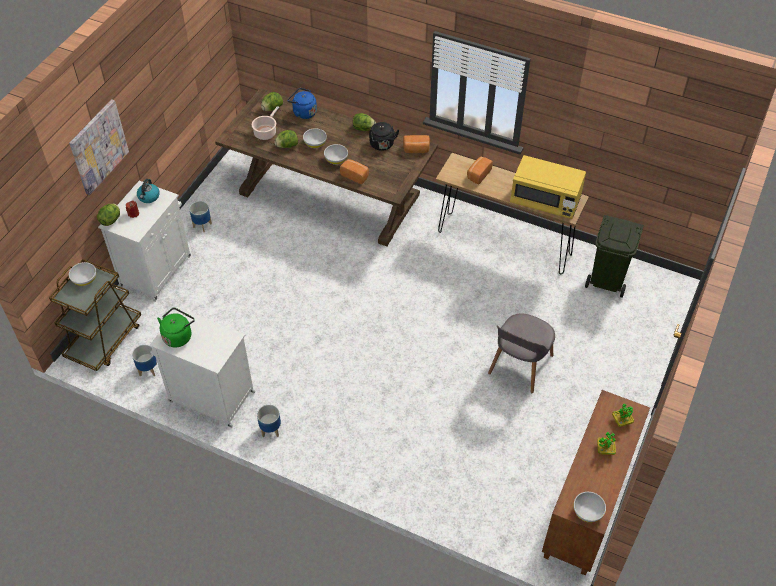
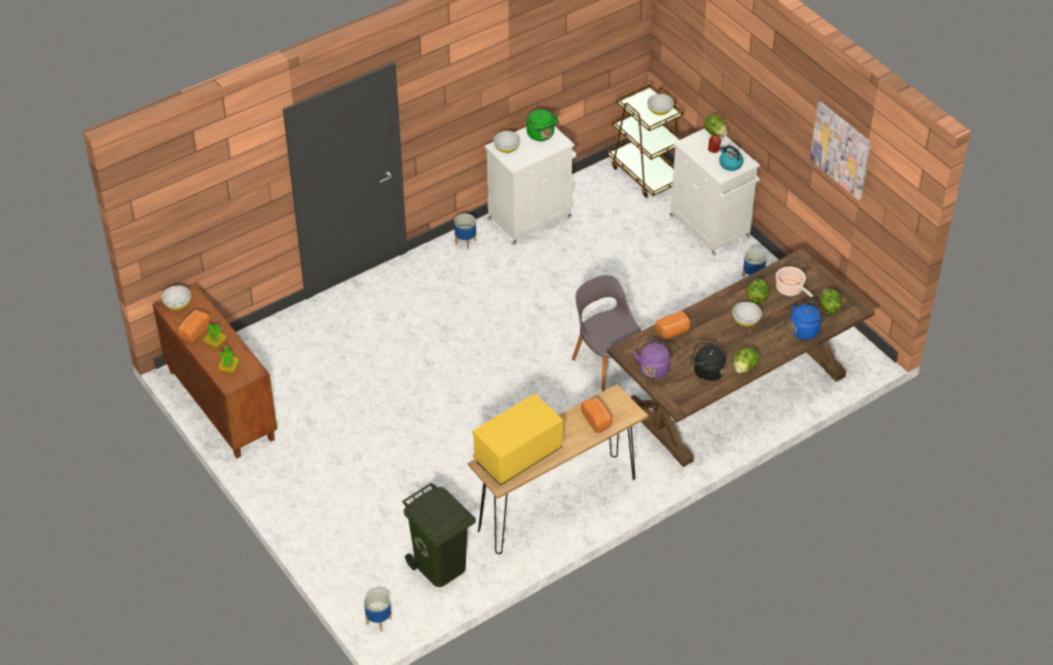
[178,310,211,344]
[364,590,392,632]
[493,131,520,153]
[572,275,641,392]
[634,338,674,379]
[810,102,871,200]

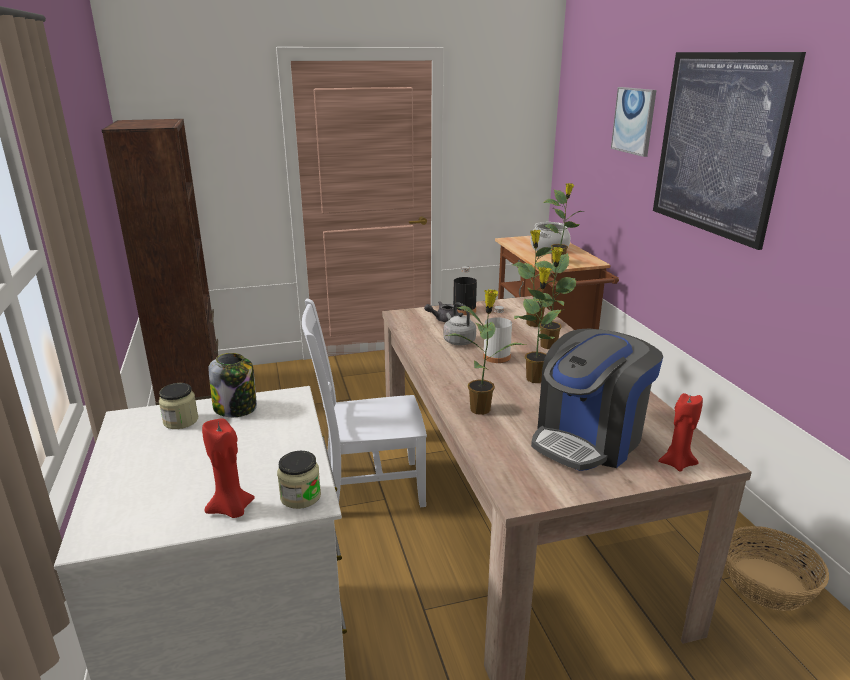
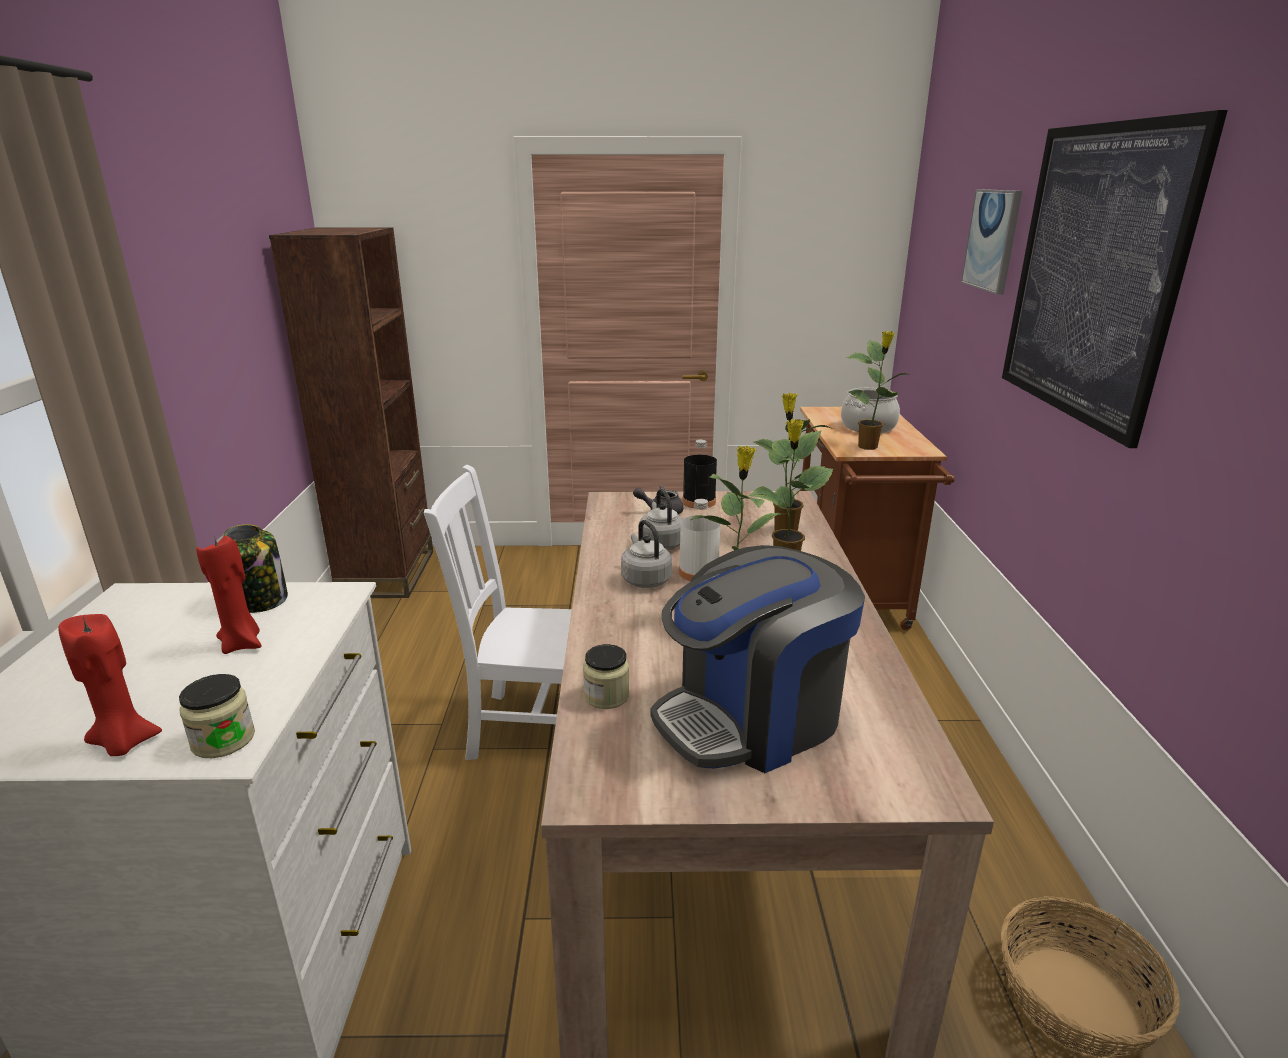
[196,536,262,654]
[583,644,629,709]
[621,520,672,588]
[445,289,525,415] (first image)

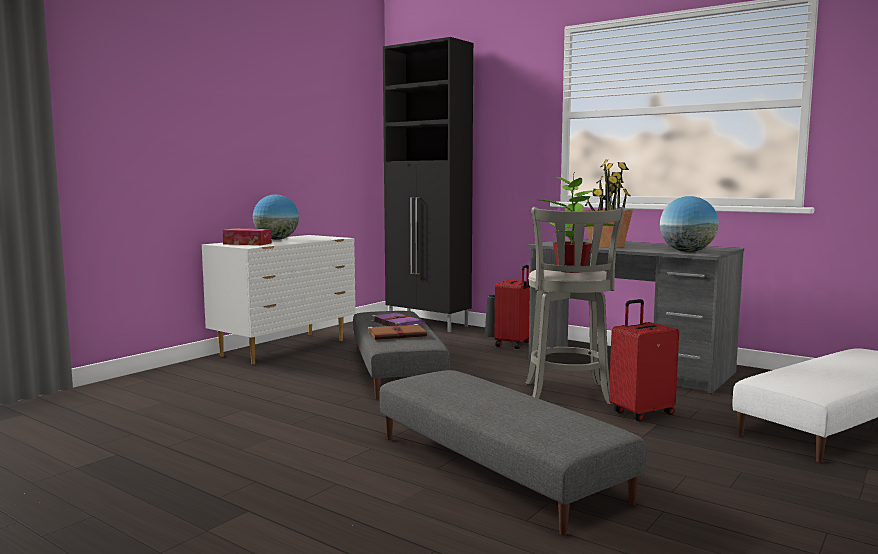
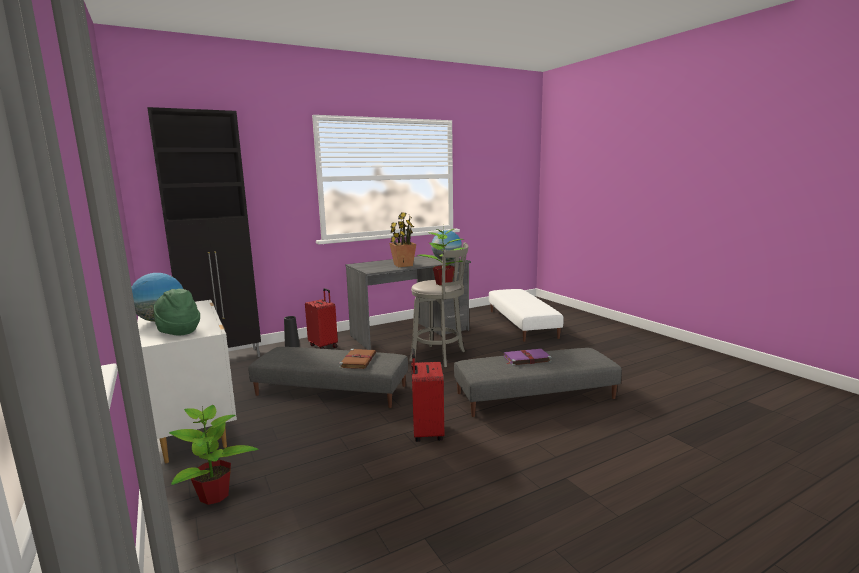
[154,289,200,335]
[169,405,259,505]
[411,348,444,442]
[503,349,552,366]

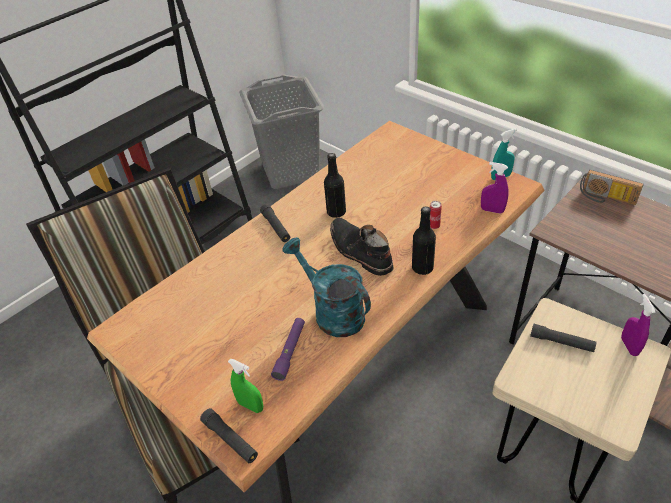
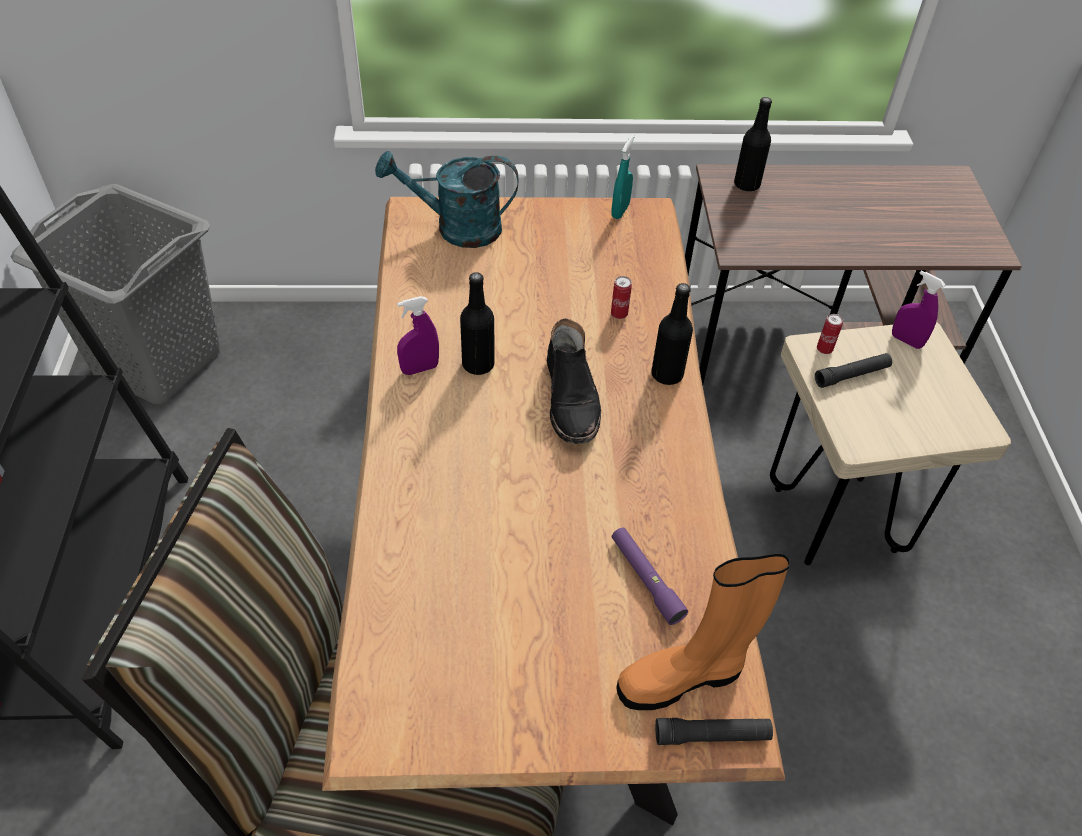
[375,151,518,248]
[397,296,439,375]
[547,319,601,444]
[616,553,790,710]
[734,97,772,191]
[817,314,843,354]
[260,204,290,242] (first image)

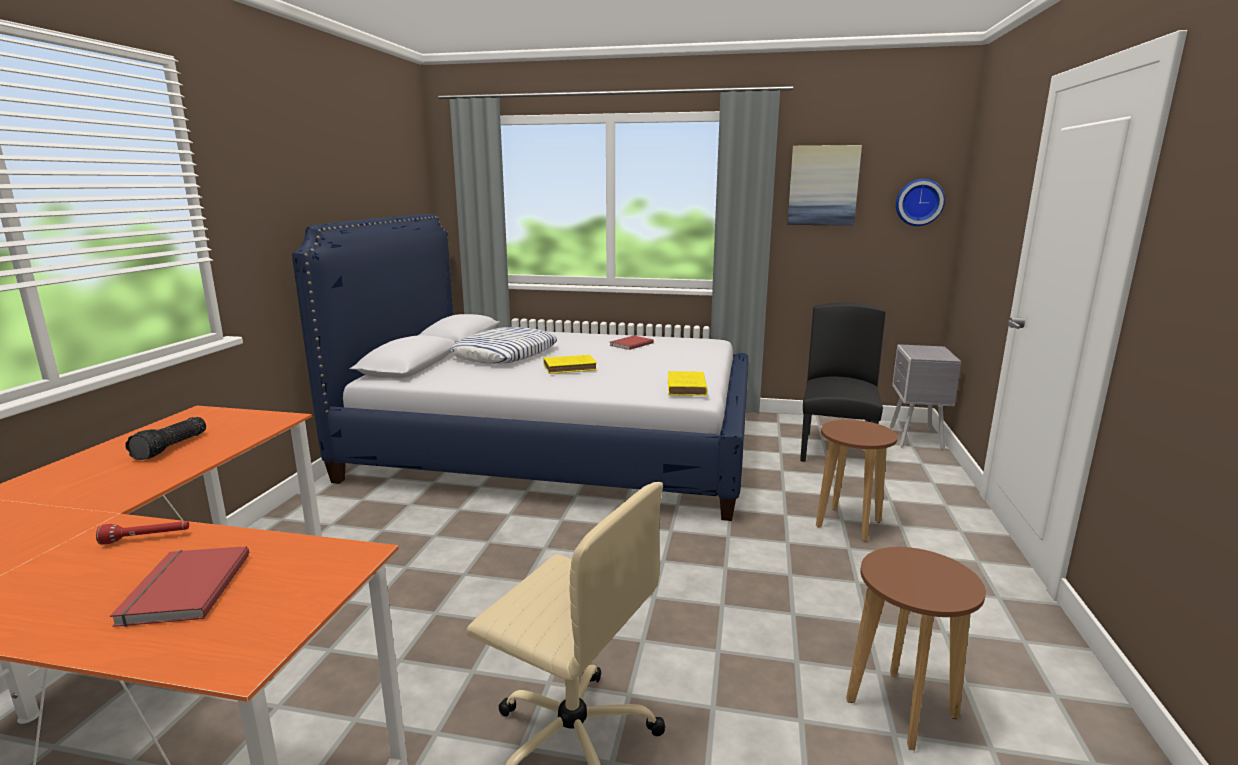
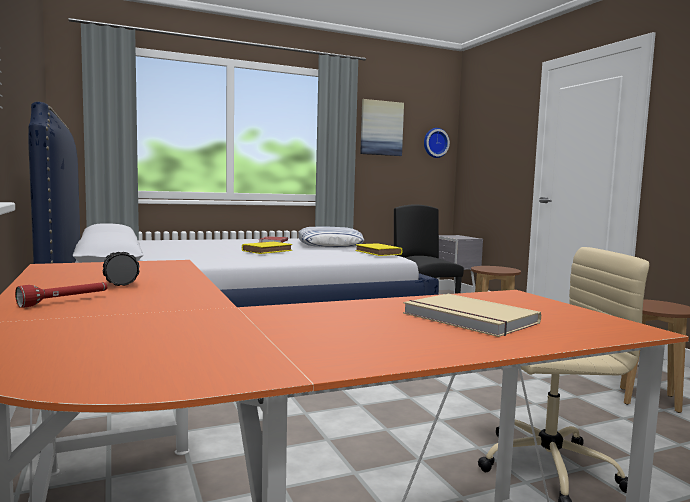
[15,282,107,308]
[299,227,364,247]
[403,294,541,337]

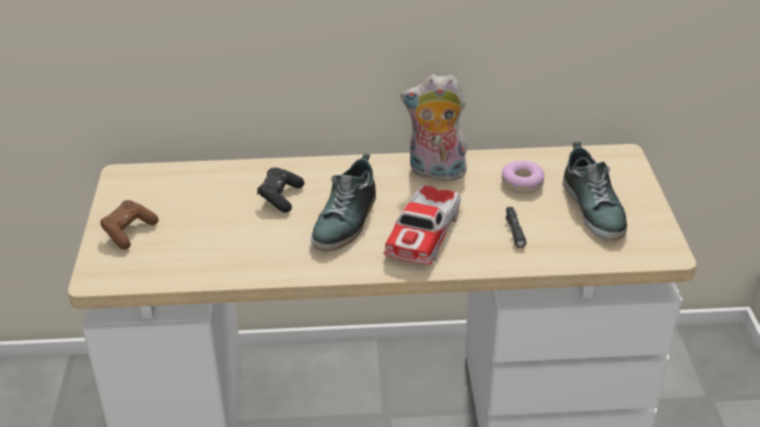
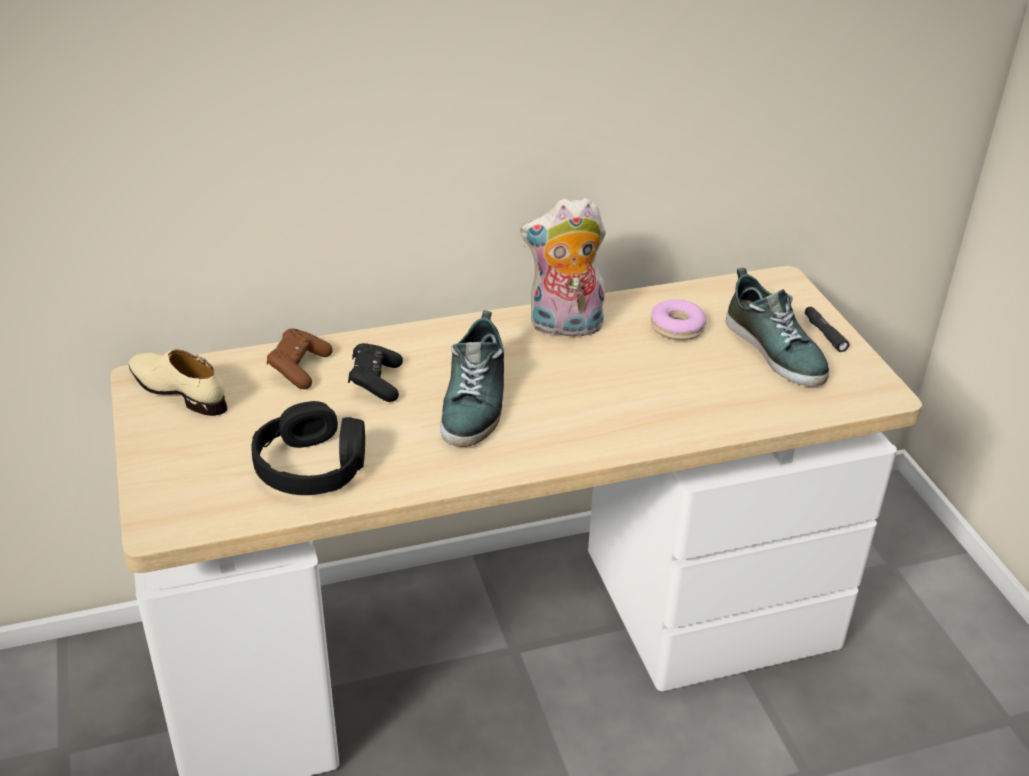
[129,349,227,416]
[251,401,365,495]
[267,328,333,389]
[805,307,850,352]
[383,185,461,265] (first image)

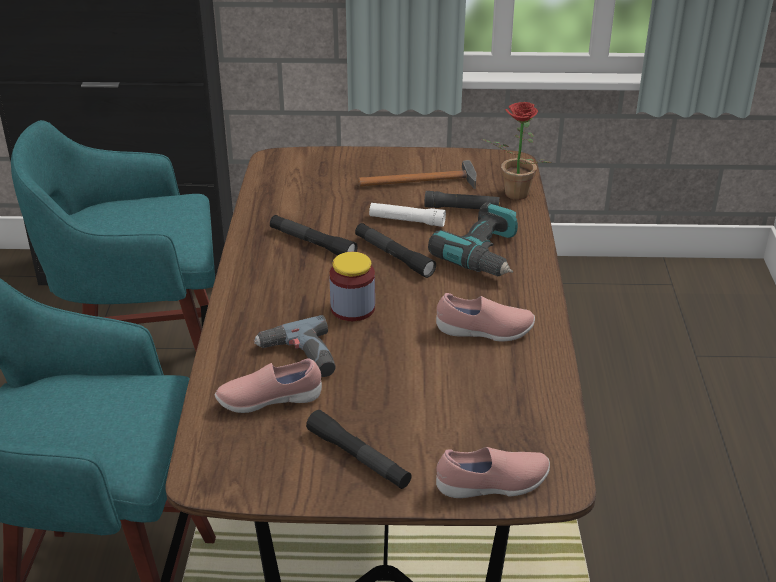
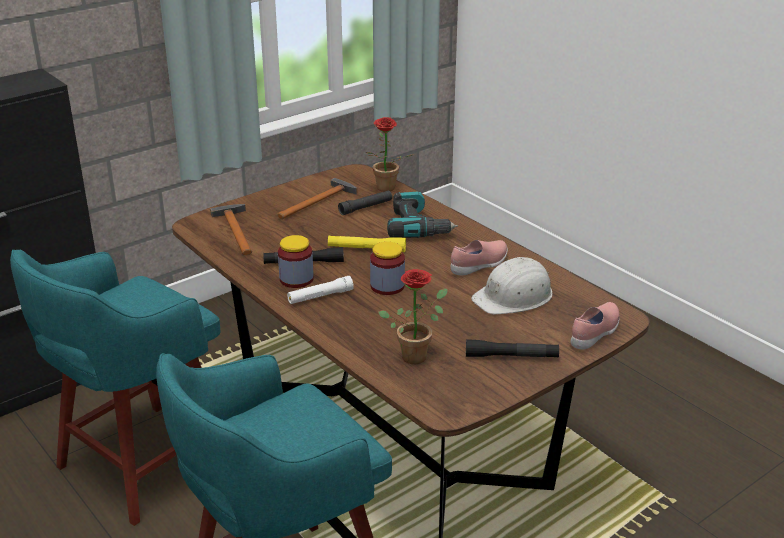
[210,204,252,255]
[278,235,314,288]
[287,276,354,304]
[328,236,406,252]
[378,269,448,364]
[471,257,552,315]
[254,315,336,377] (first image)

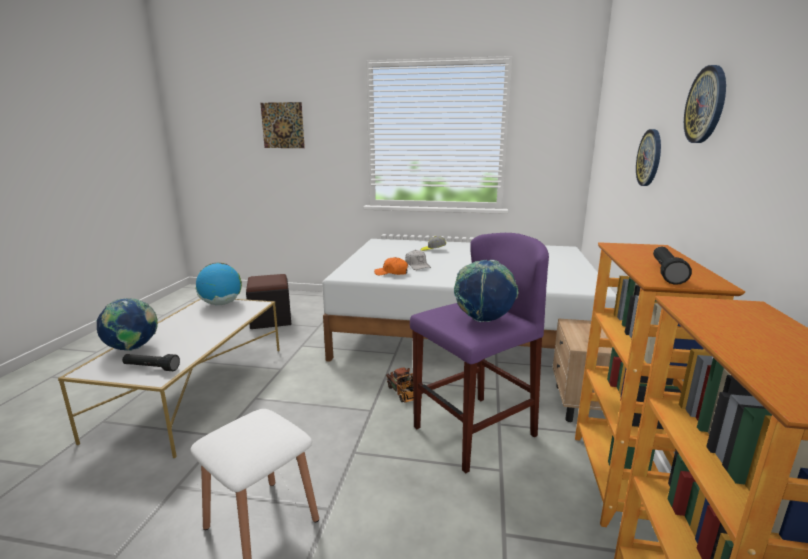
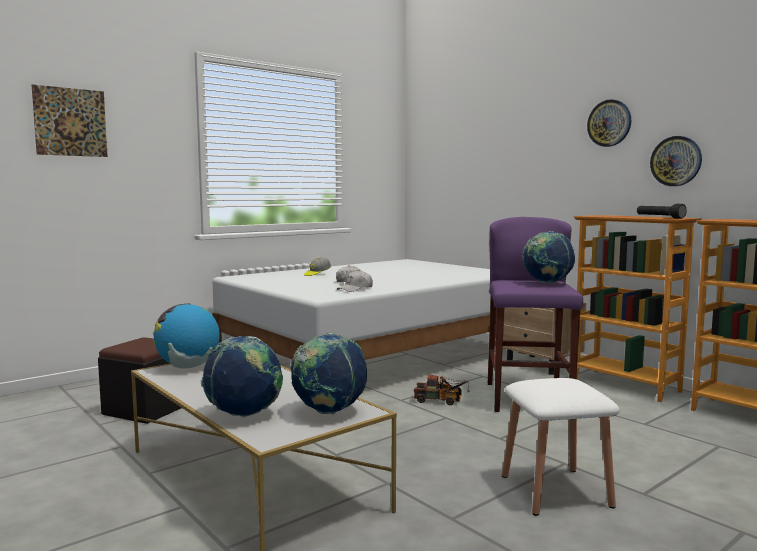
[291,333,367,414]
[337,270,373,292]
[650,136,702,186]

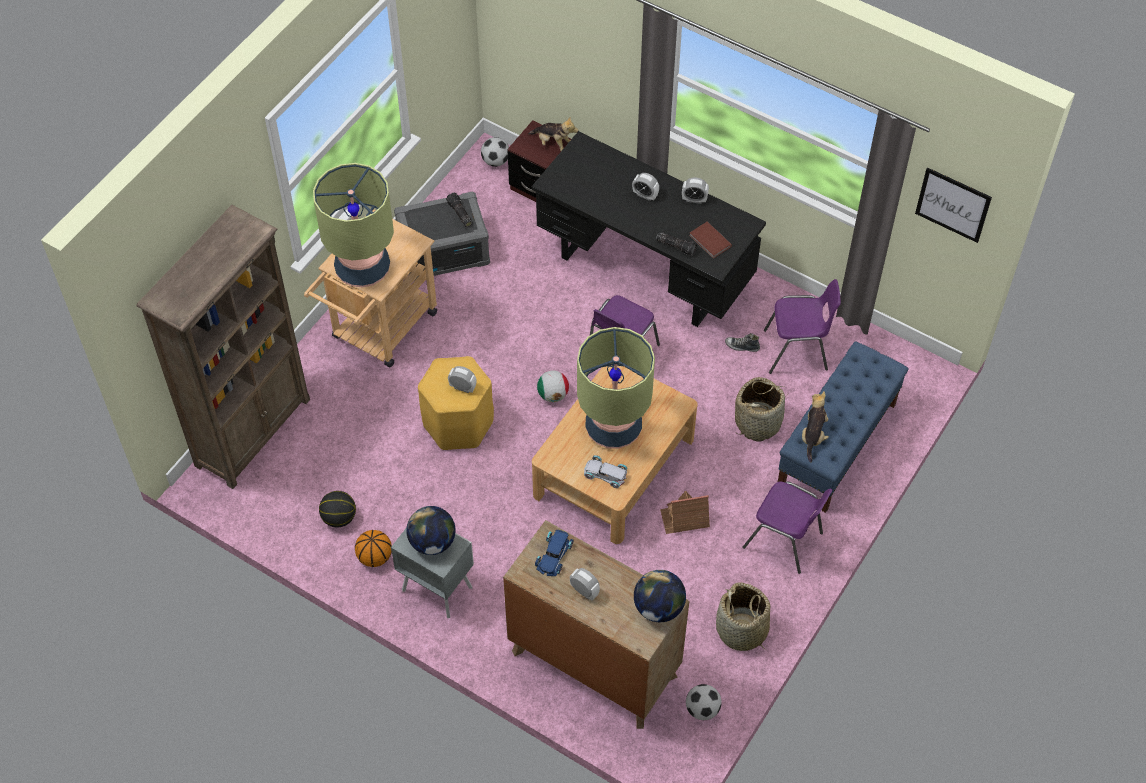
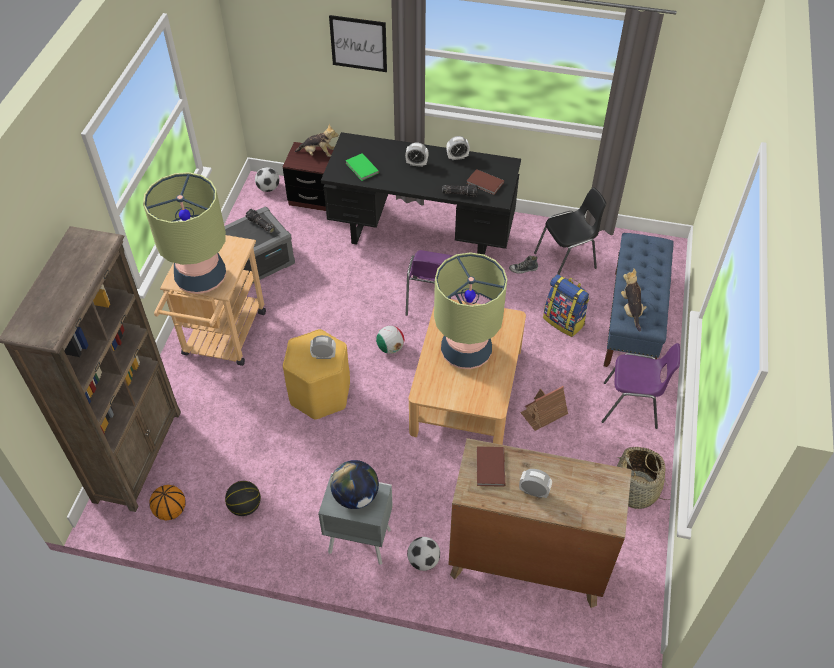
[149,485,185,520]
[329,15,387,72]
[345,153,379,181]
[407,537,440,571]
[477,446,505,487]
[534,187,607,274]
[543,274,590,337]
[584,455,627,488] (first image)
[634,570,686,622] (first image)

